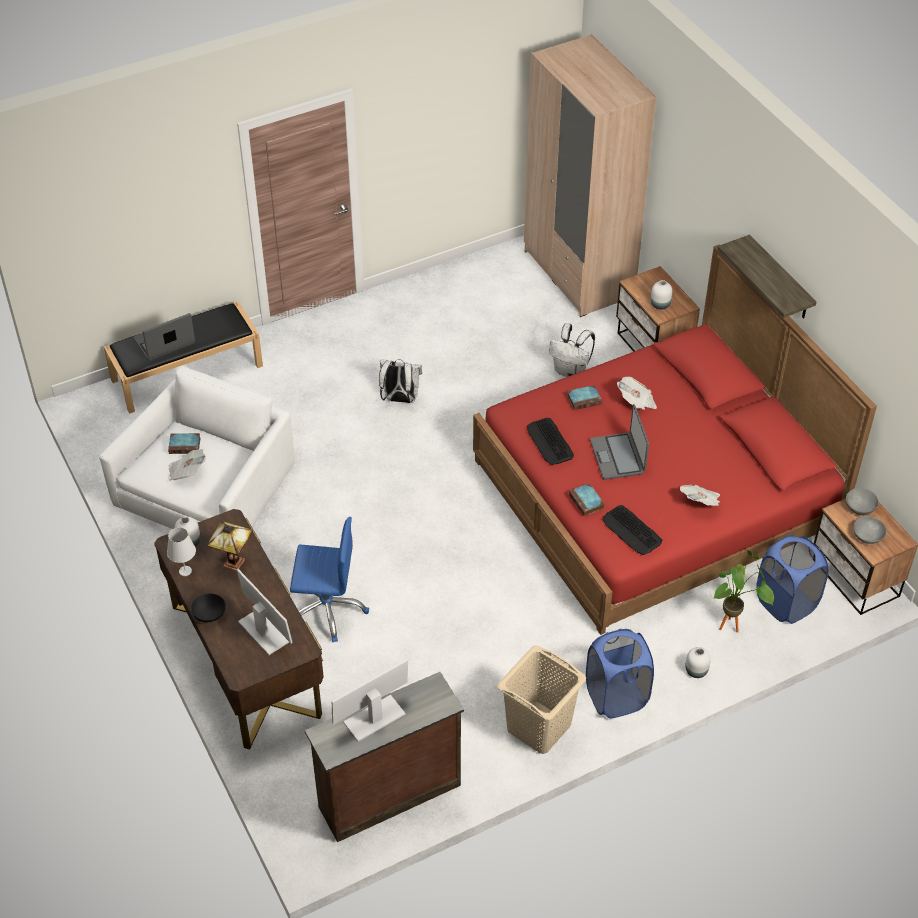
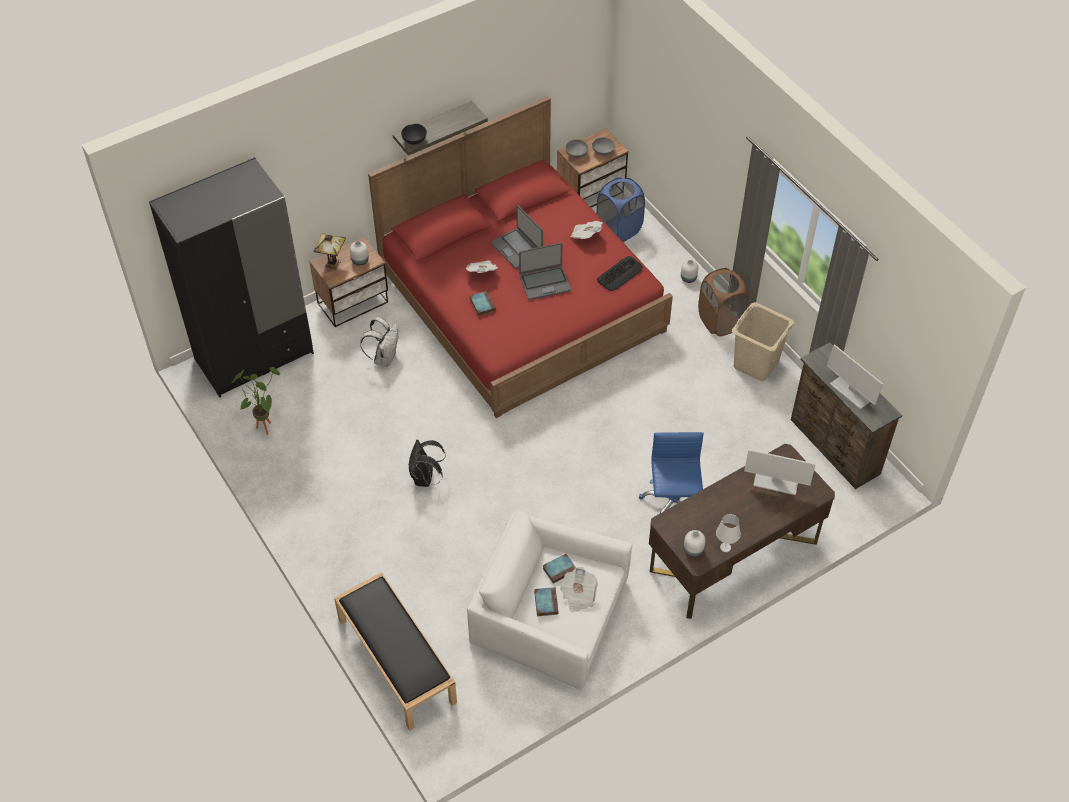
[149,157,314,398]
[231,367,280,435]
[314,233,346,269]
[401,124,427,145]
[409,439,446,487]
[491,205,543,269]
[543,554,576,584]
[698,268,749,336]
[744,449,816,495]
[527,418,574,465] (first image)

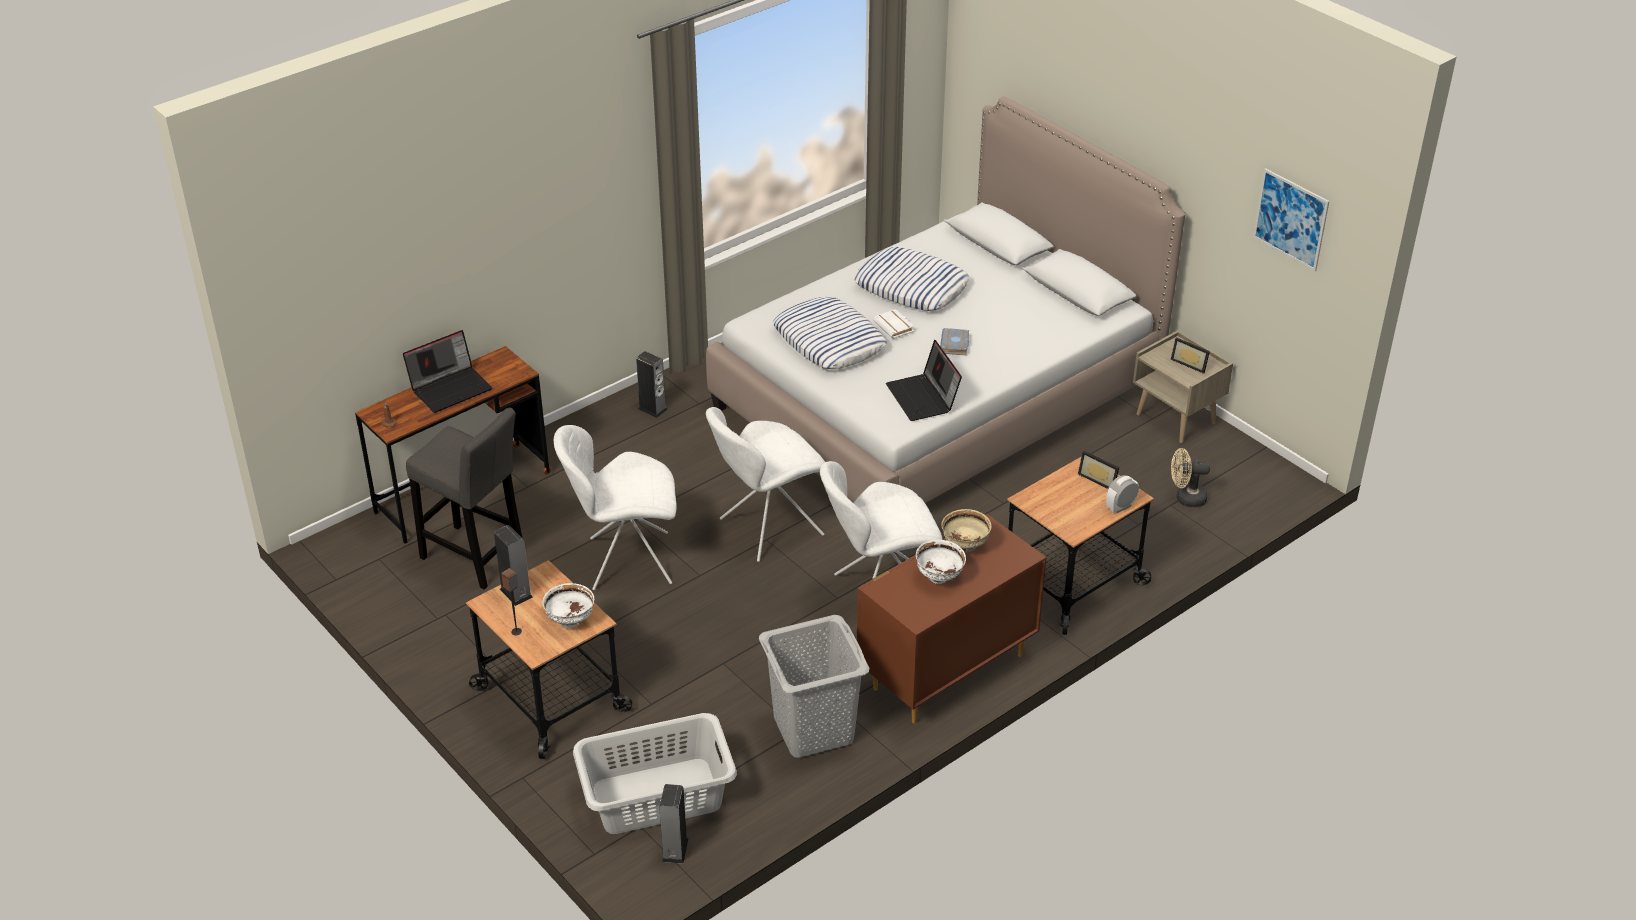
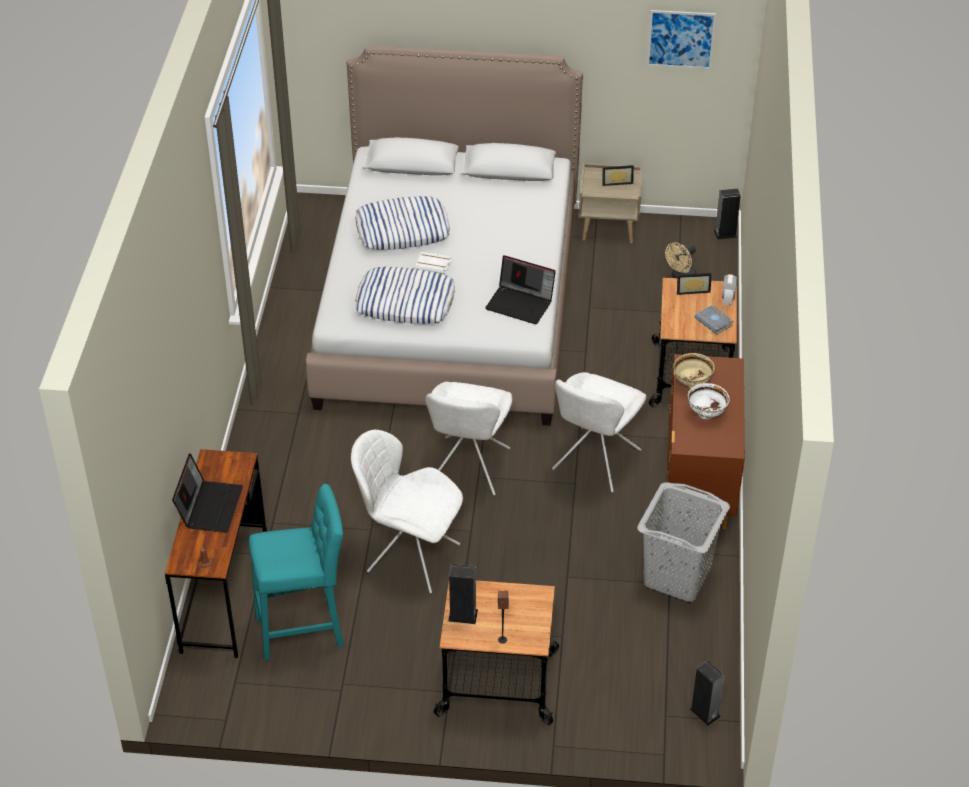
[249,484,344,660]
[351,430,463,593]
[694,305,734,335]
[714,189,741,239]
[542,583,594,628] (first image)
[573,713,737,834] (first image)

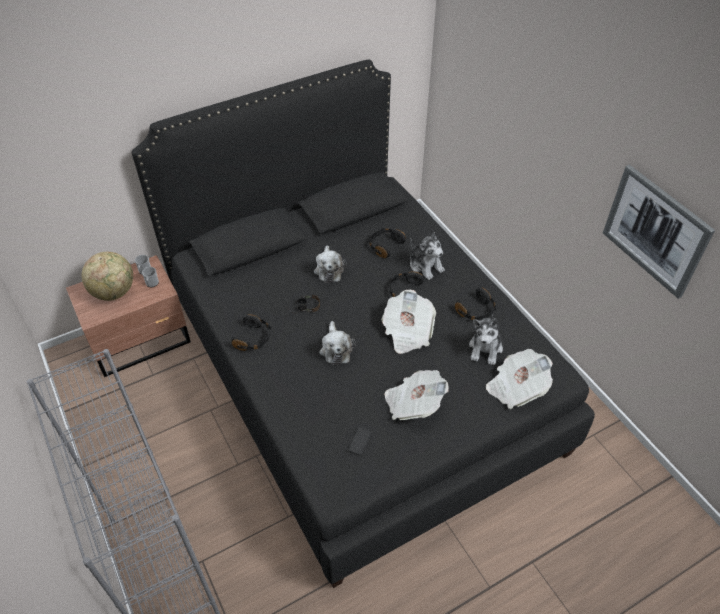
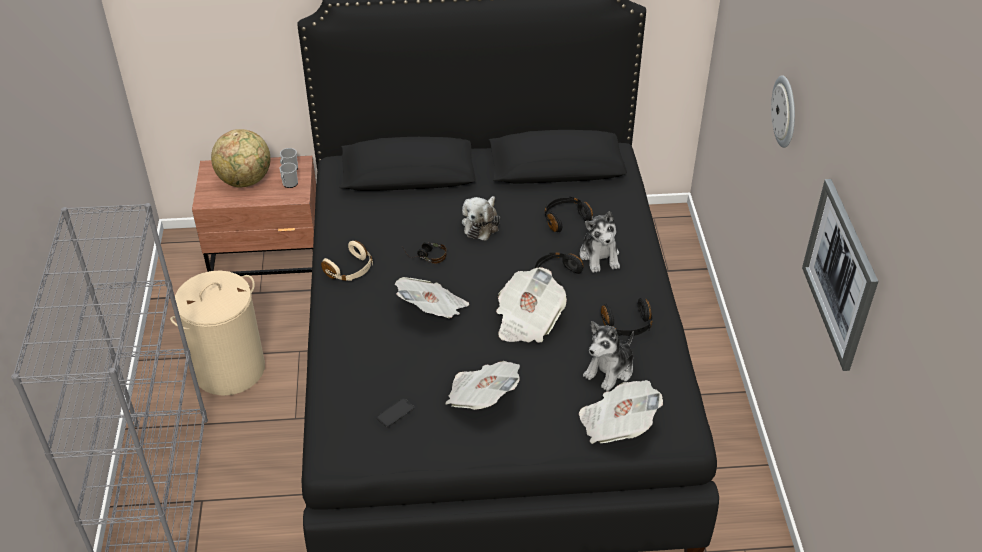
[170,270,265,396]
[321,240,373,281]
[395,277,469,318]
[771,75,795,148]

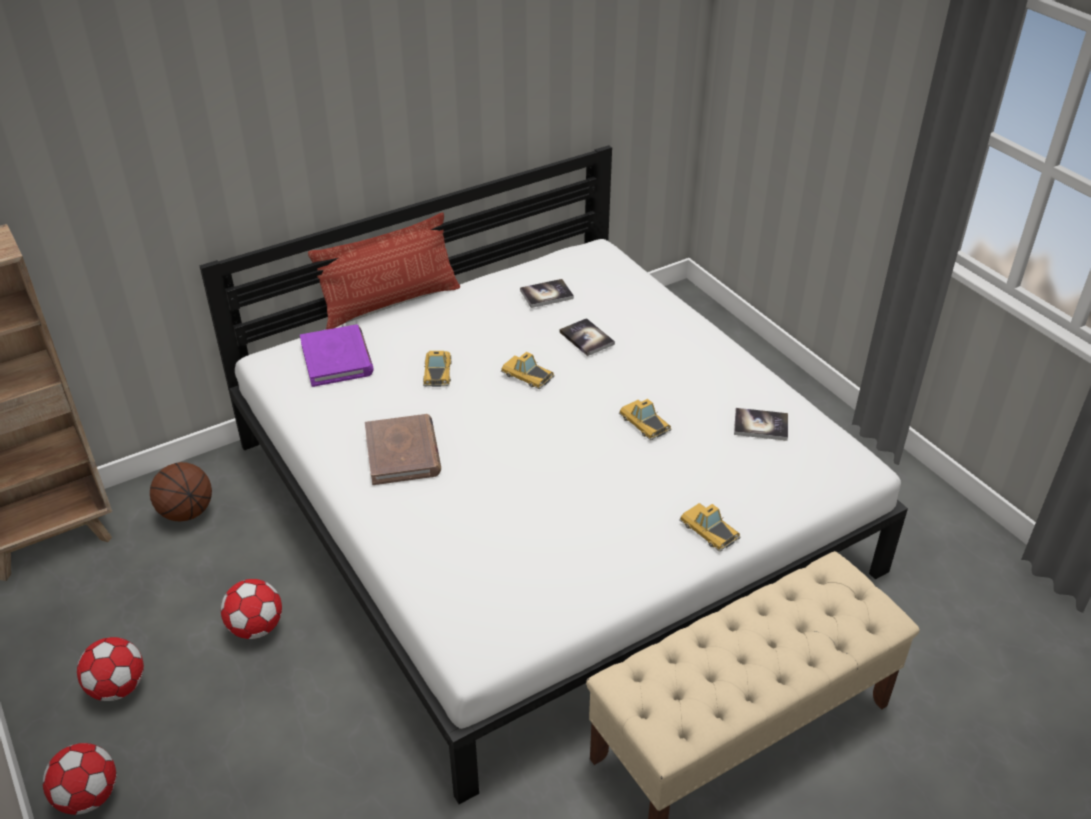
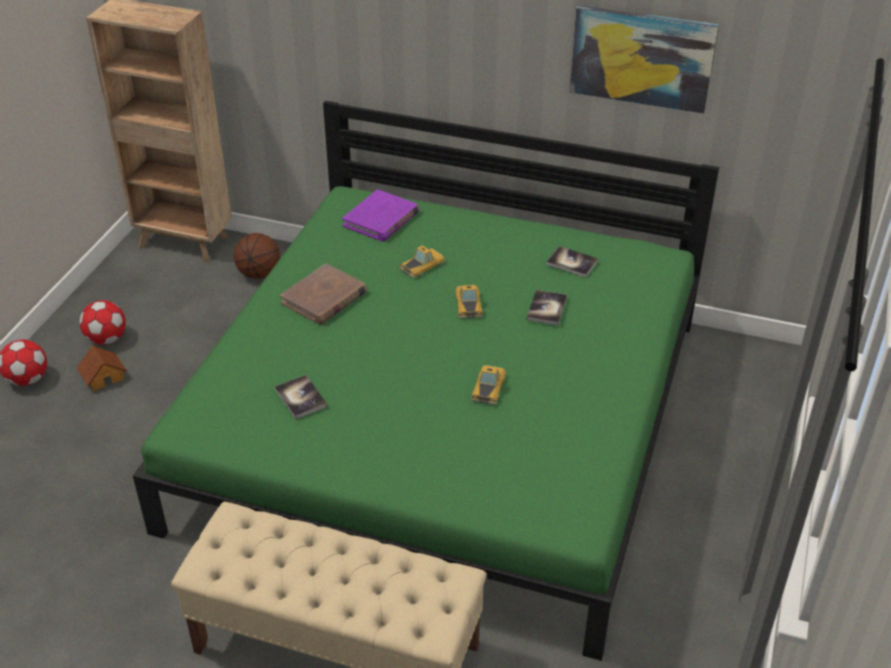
[77,345,127,392]
[133,101,719,661]
[274,375,327,419]
[570,5,719,114]
[221,579,282,639] (first image)
[308,212,460,330] (first image)
[679,503,741,552] (first image)

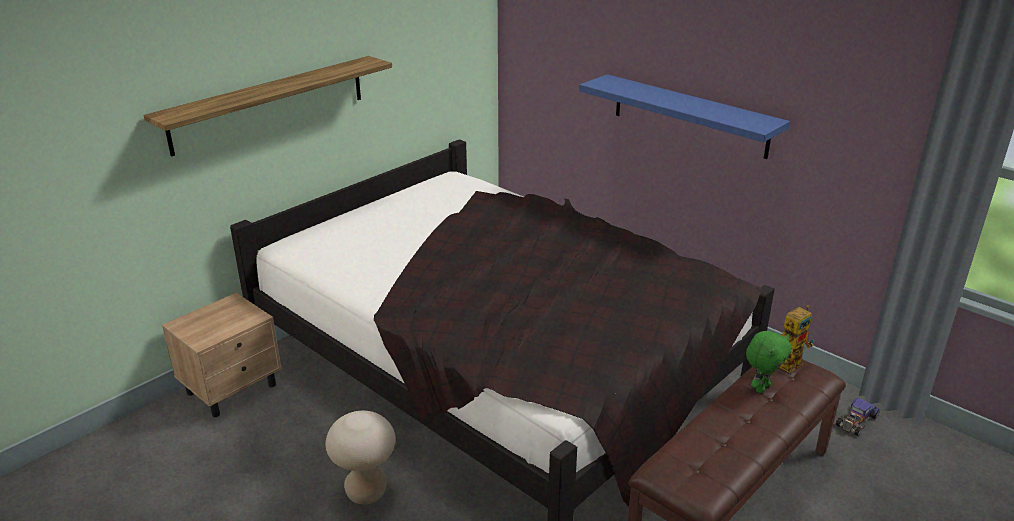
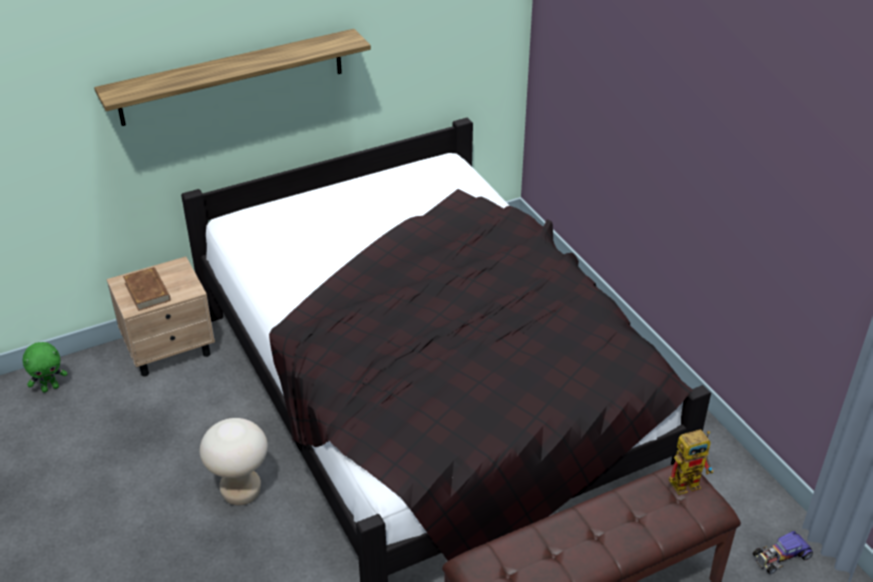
[23,342,67,392]
[123,267,171,311]
[579,74,790,159] (first image)

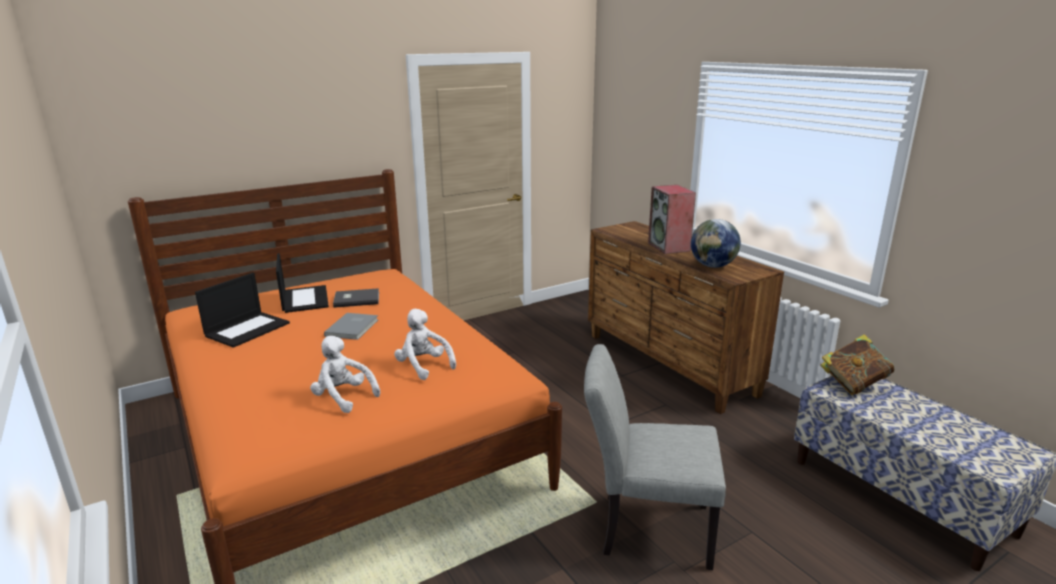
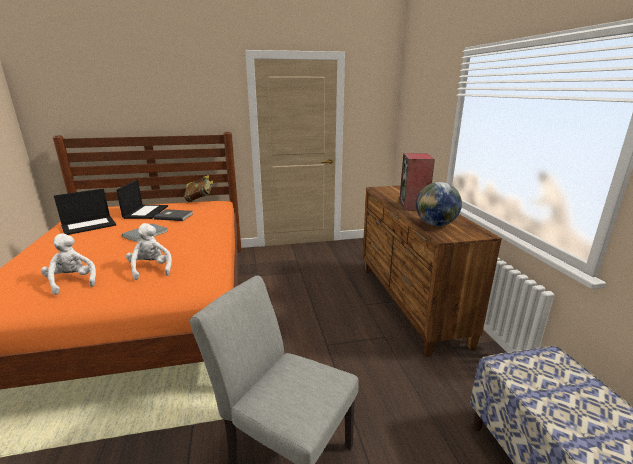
[184,175,213,202]

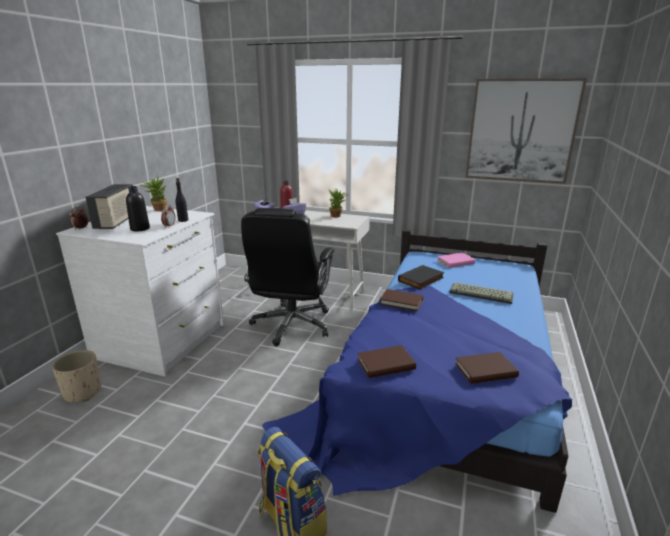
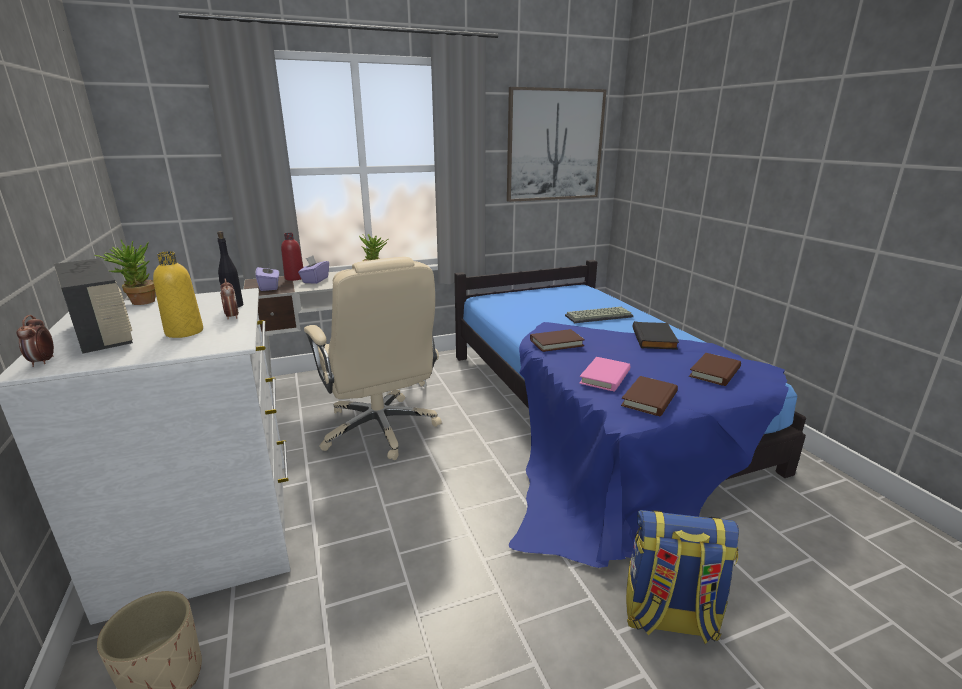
[153,251,203,338]
[304,257,442,460]
[579,357,630,392]
[633,321,679,350]

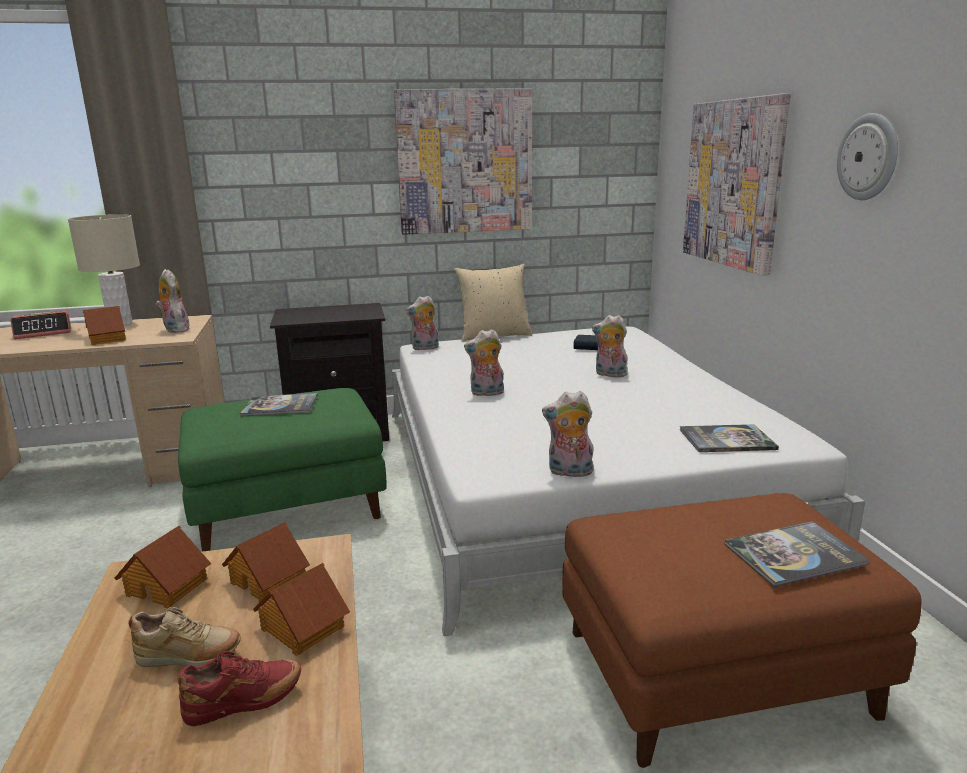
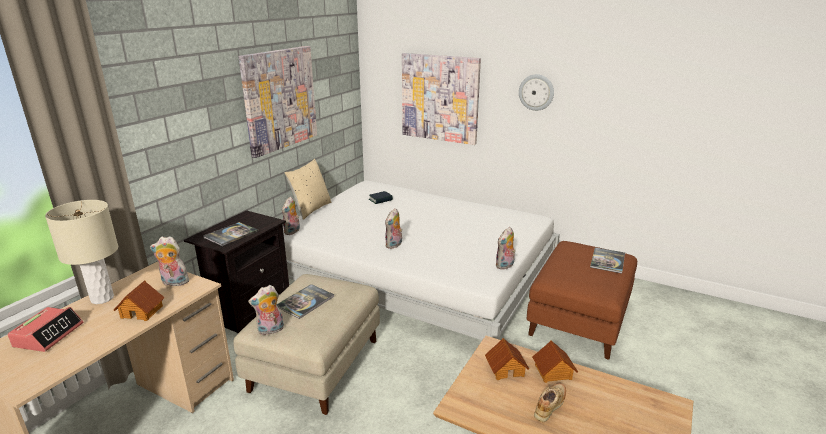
[204,222,258,246]
[233,274,380,415]
[248,285,284,335]
[115,526,211,608] (first image)
[177,651,301,726] (first image)

